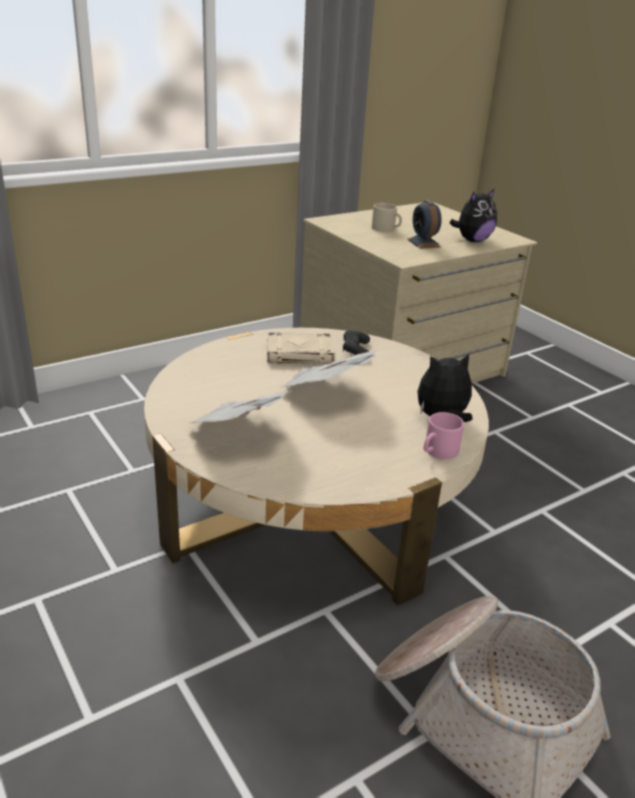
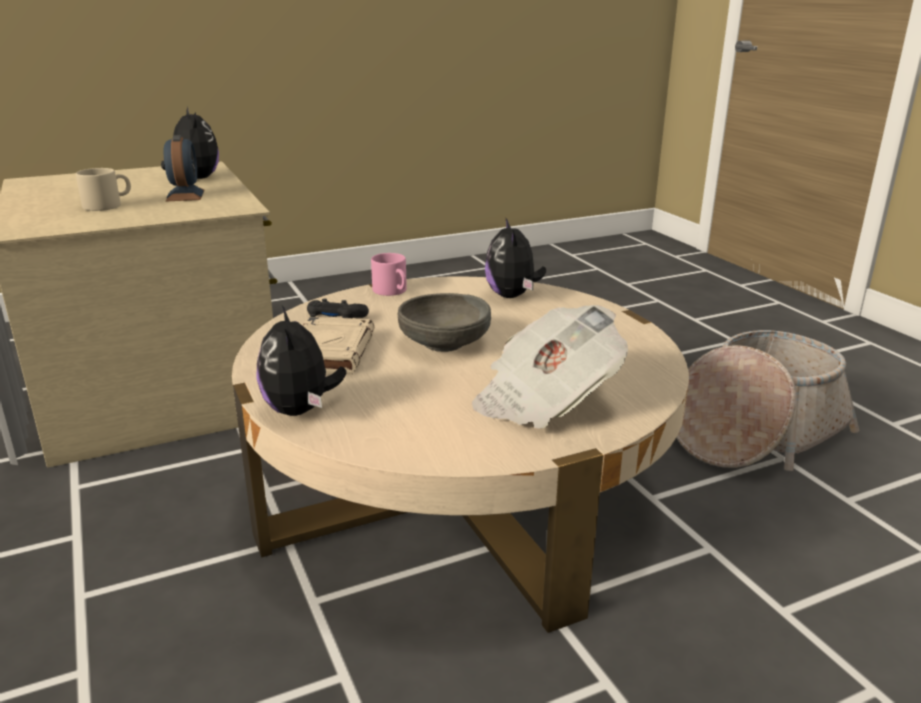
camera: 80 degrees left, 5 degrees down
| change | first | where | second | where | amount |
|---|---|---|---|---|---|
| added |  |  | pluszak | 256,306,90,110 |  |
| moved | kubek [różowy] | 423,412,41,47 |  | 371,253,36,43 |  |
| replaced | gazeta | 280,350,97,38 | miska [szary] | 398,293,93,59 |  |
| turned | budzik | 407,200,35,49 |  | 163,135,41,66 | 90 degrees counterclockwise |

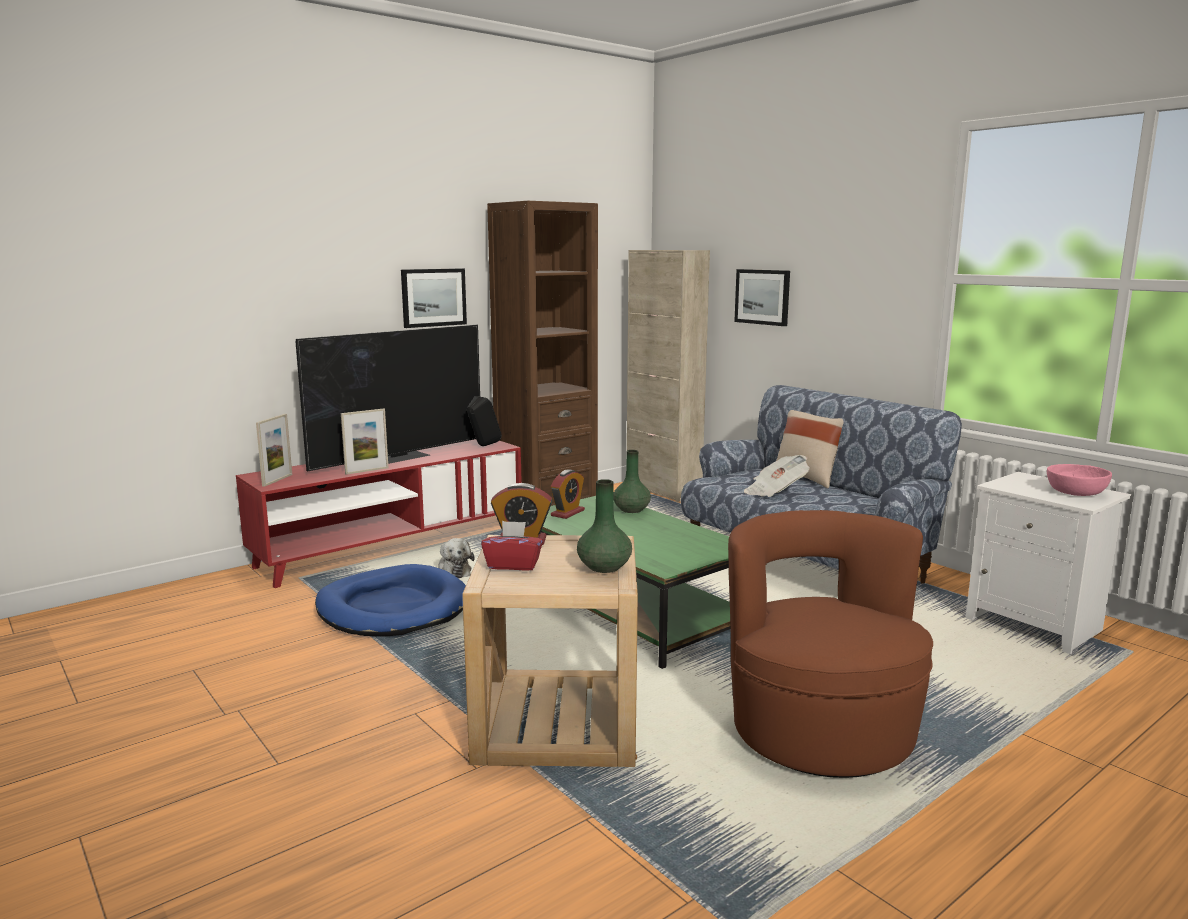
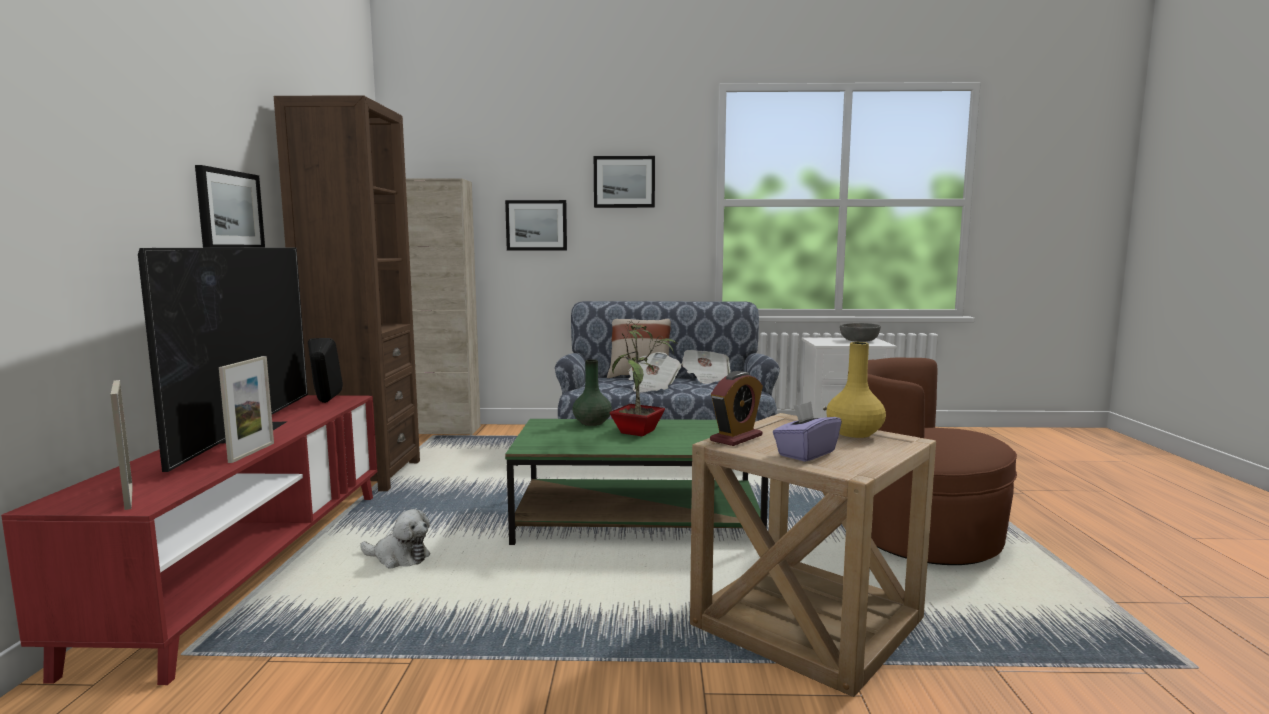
camera: 50 degrees left, 5 degrees down
| change | first | where | second | where | amount |
|---|---|---|---|---|---|
| removed | legowisko [niebieski] | 315,564,151,73 |  |  |  |
| removed | budzik | 551,469,34,50 |  |  |  |
| added |  |  | obraz | 594,156,61,52 |  |
| added |  |  | roślina doniczkowa | 610,321,69,115 |  |
| added |  |  | gazeta | 682,350,48,34 |  |
| recoloured | pudełko chusteczek [czerwony] | 481,521,62,50 | pudełko chusteczek [fioletowy] | 773,401,69,61 |  |
| recoloured | wazon [zielony] | 577,479,55,94 | wazon [żółty] | 826,342,60,96 |  |
| recoloured | miska [różowy] | 1047,464,65,32 | miska [szary] | 840,323,41,19 |  |

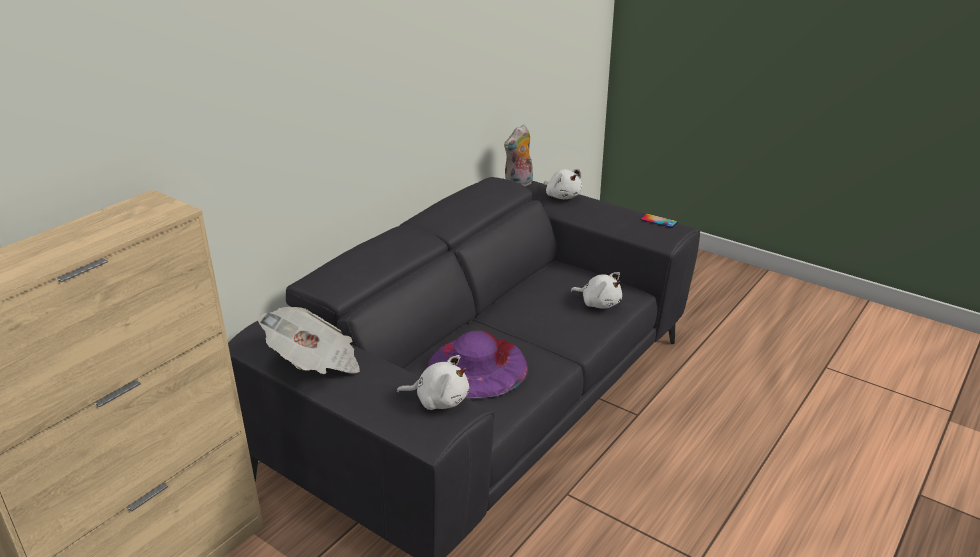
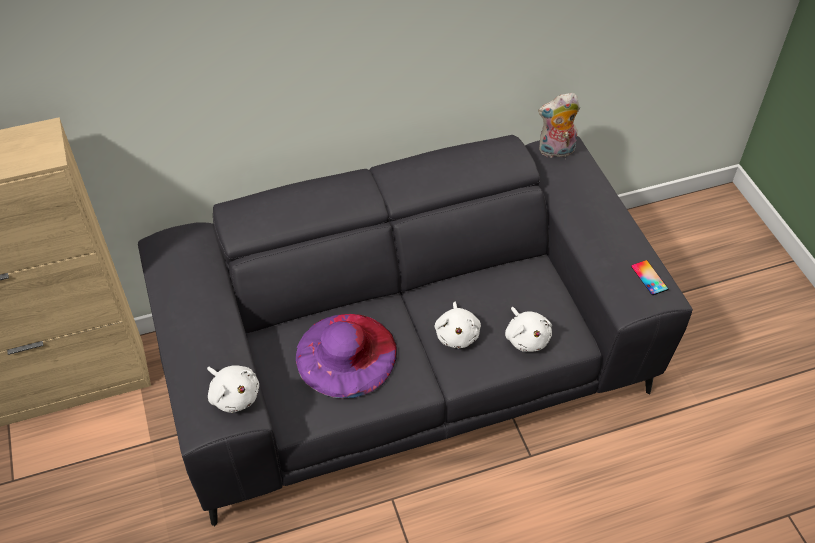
camera: 35 degrees right, 20 degrees up
| change | first | where | second | where | amount |
|---|---|---|---|---|---|
| removed | gazeta | 258,307,102,67 |  |  |  |
| moved | pluszak [biały] | 543,169,39,30 |  | 435,302,46,46 |  |

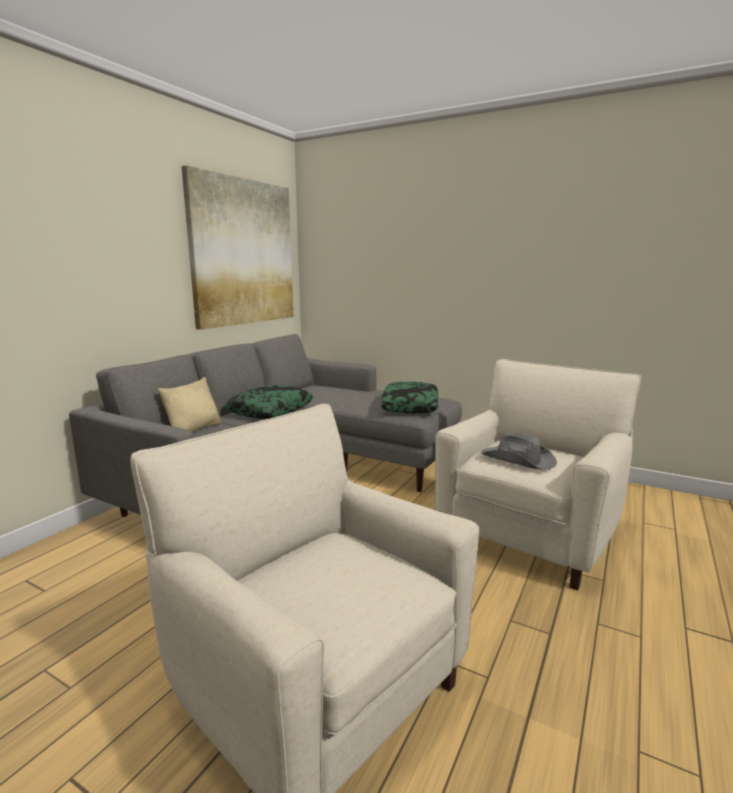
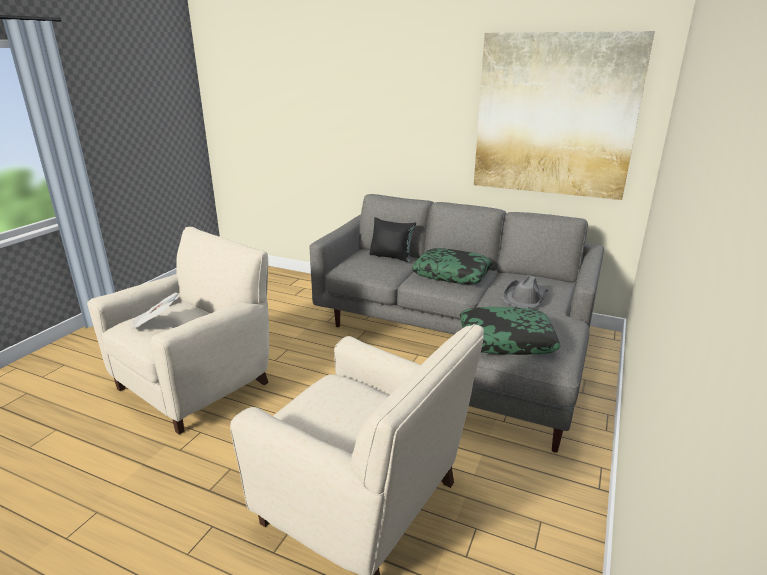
camera: 85 degrees right, 10 degrees up
| change | first | where | second | where | amount |
|---|---|---|---|---|---|
| added |  |  | gazeta | 132,292,47,38 |  |
| moved | kapelusz [szary] | 481,433,76,38 |  | 503,275,45,33 |  |
| recoloured | poduszka [beżowy] | 158,377,63,55 | poduszka [czarny] | 369,217,47,45 |  |

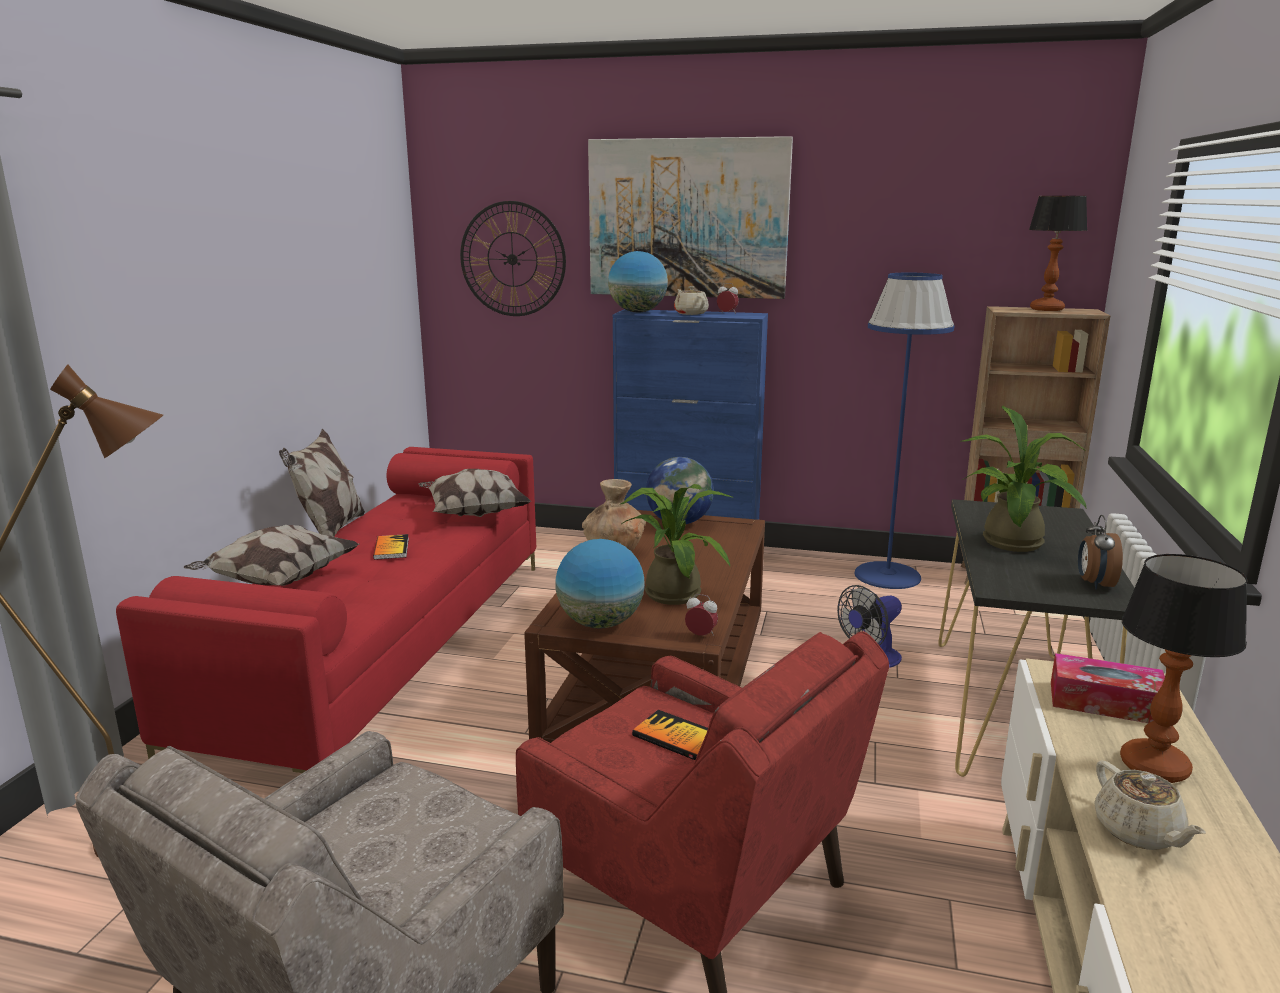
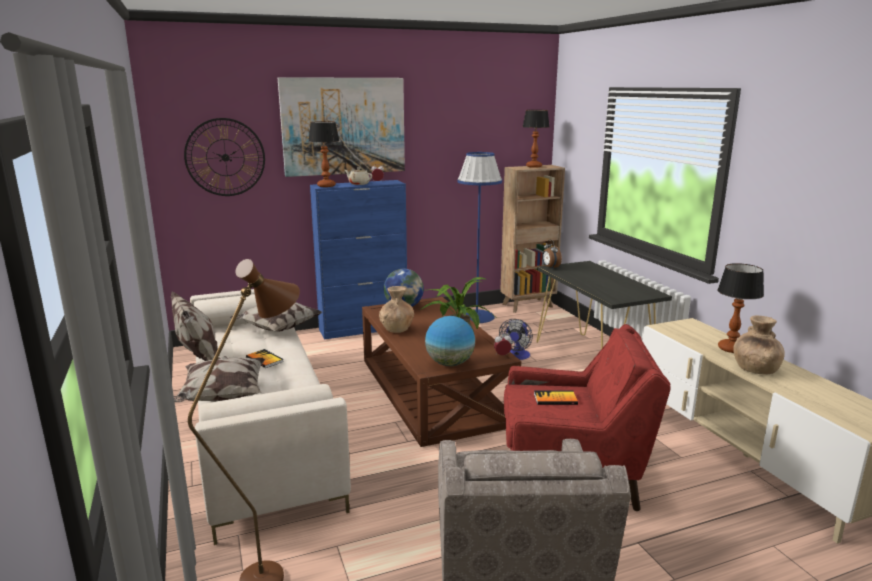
camera: 35 degrees left, 0 degrees up
| change | first | where | second | where | amount |
|---|---|---|---|---|---|
| removed | roślina doniczkowa | 962,406,124,146 |  |  |  |
| removed | pudełko chusteczek | 1051,653,114,70 |  |  |  |
| moved | budzik | 1078,515,45,75 |  | 542,240,20,29 |  |
| replaced | globus | 608,251,60,62 | lampa stołowa | 308,121,31,66 |  |
| replaced | imbryk [beżowy] | 1094,760,112,90 | wazon [brązowy] | 733,316,52,58 |  |
| recoloured | kanapa [czerwony] | 116,447,420,326 | kanapa [beżowy] | 190,289,161,256 |  |

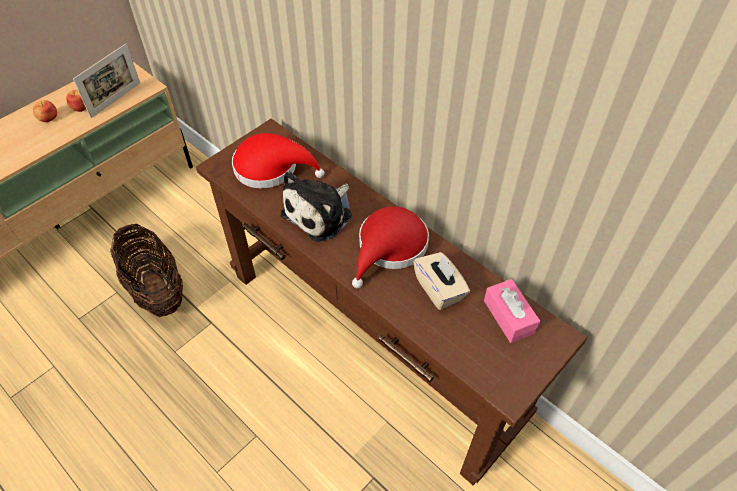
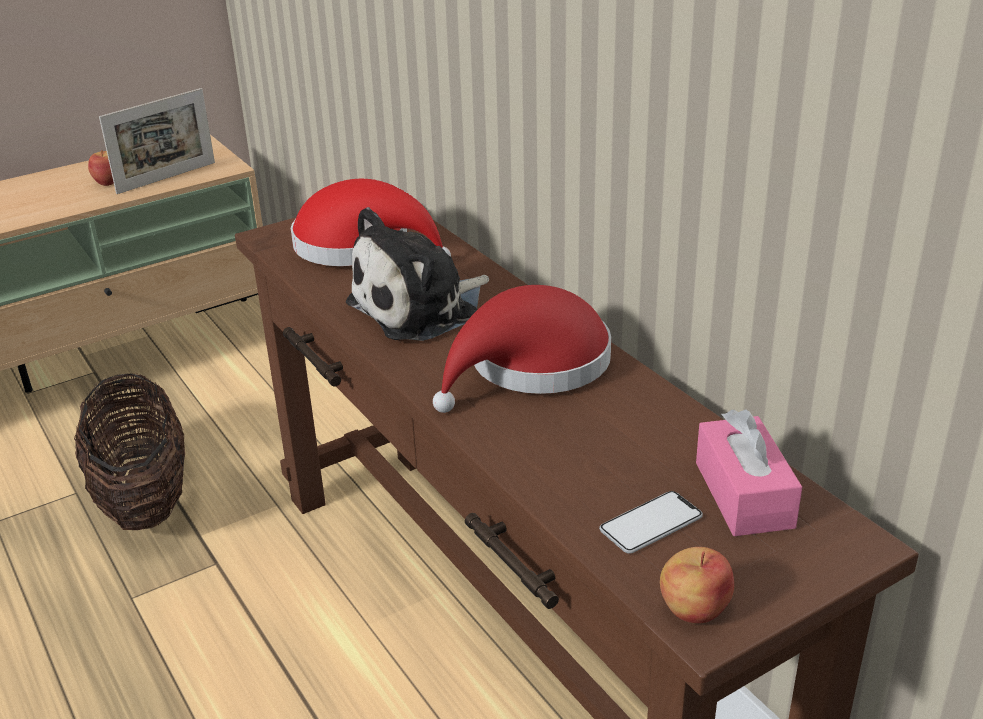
camera: 15 degrees right, 20 degrees down
| change | first | where | second | where | amount |
|---|---|---|---|---|---|
| removed | pudełko chusteczek [beżowy] | 414,252,56,58 |  |  |  |
| added |  |  | telefon | 599,491,104,63 |  |
| moved | jabłko | 33,100,24,22 |  | 660,547,74,77 |  |

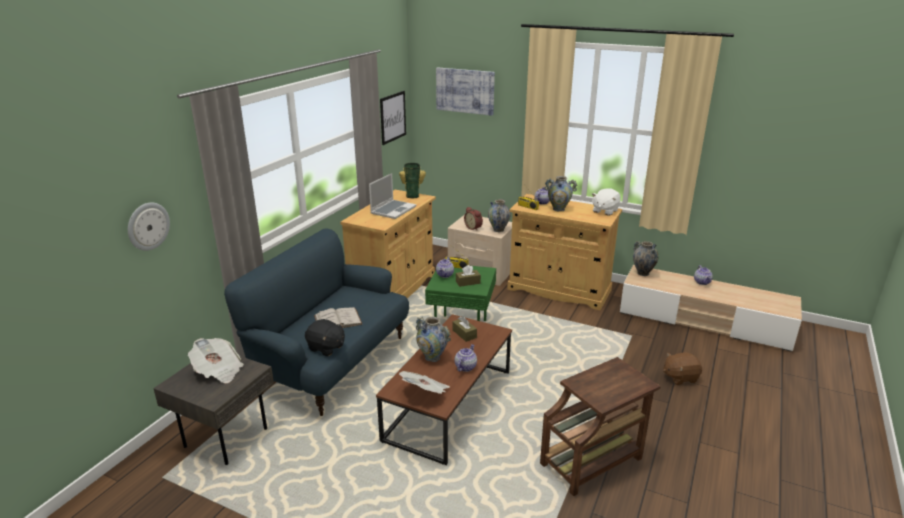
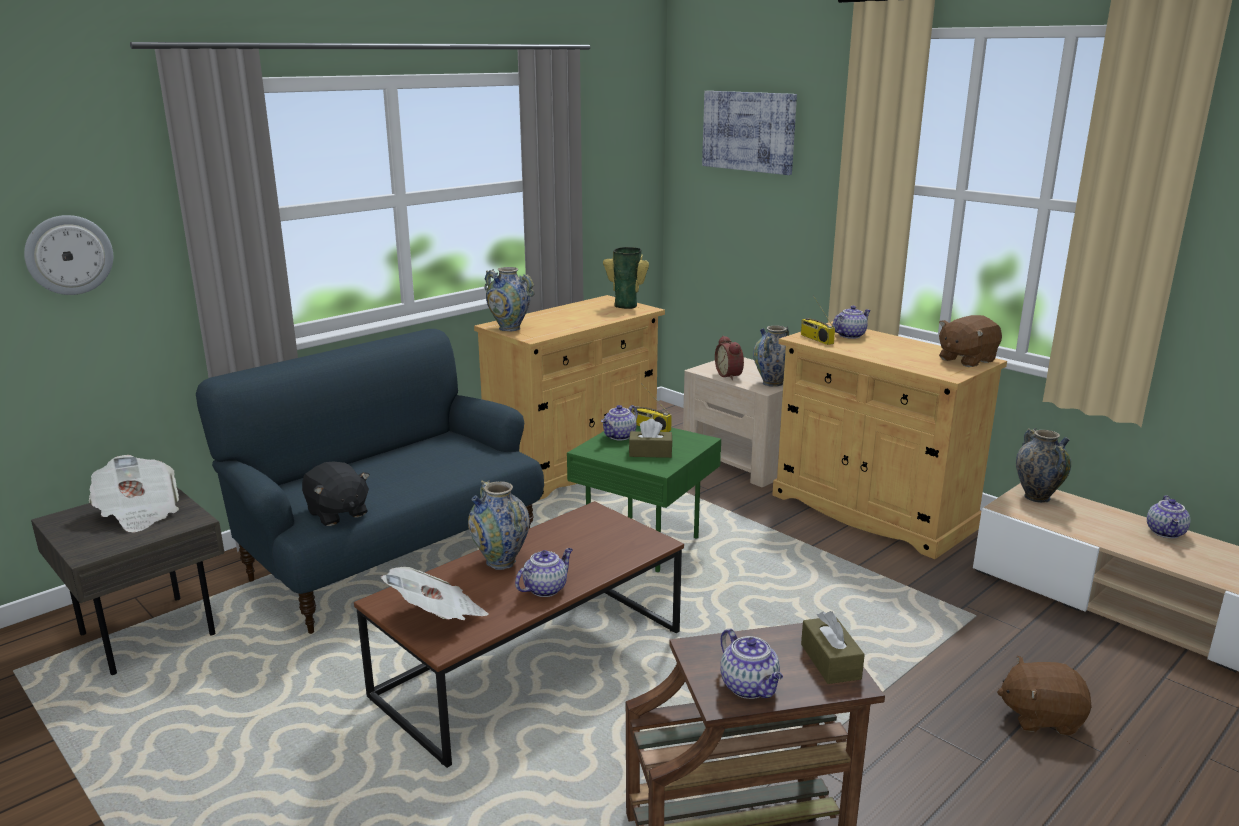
camera: 20 degrees right, 5 degrees down
| change | first | where | second | where | amount |
|---|---|---|---|---|---|
| removed | książka [biały] | 314,307,49,21 |  |  |  |
| removed | laptop | 369,173,48,46 |  |  |  |
| removed | obraz | 380,91,26,54 |  |  |  |
| added |  |  | imbryk | 720,628,63,71 |  |
| moved | pudełko chusteczek [brązowy] | 453,316,24,26 |  | 801,611,64,73 |  |
| moved | wazon | 544,176,33,35 |  | 484,267,50,65 |  |
| recoloured | pluszak [biały] | 592,188,28,28 | pluszak [brązowy] | 939,315,63,52 |  |

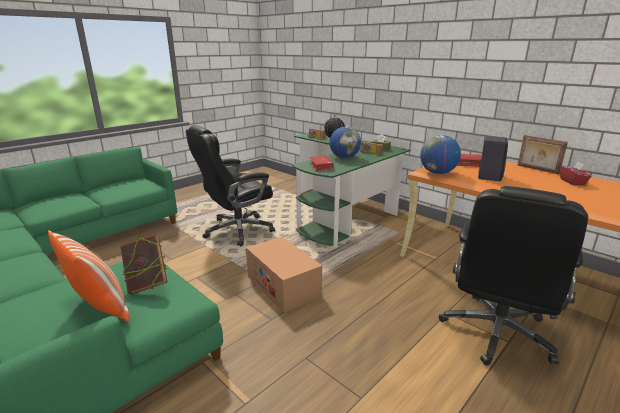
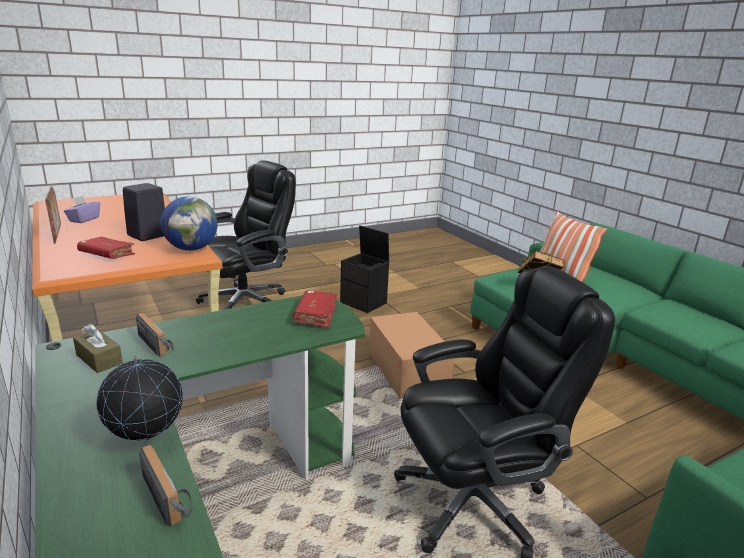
camera: 165 degrees left, 0 degrees up
| change | first | where | second | where | amount |
|---|---|---|---|---|---|
| removed | globus | 330,127,31,32 |  |  |  |
| added |  |  | pojemnik do przechowywania [czarny] | 340,225,49,88 |  |
| recoloured | pudełko chusteczek [czerwony] | 560,162,31,23 | pudełko chusteczek [fioletowy] | 64,196,36,27 |  |

